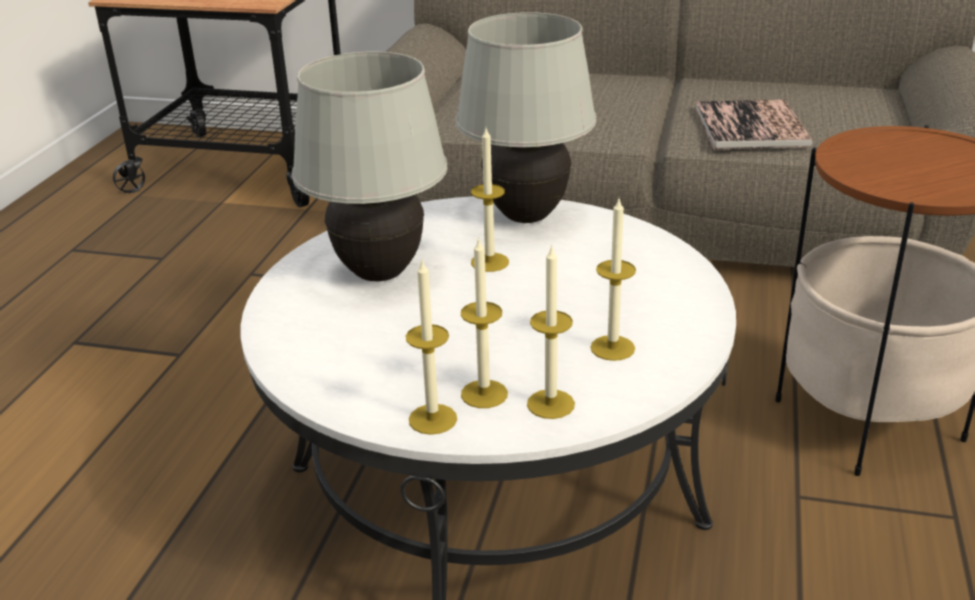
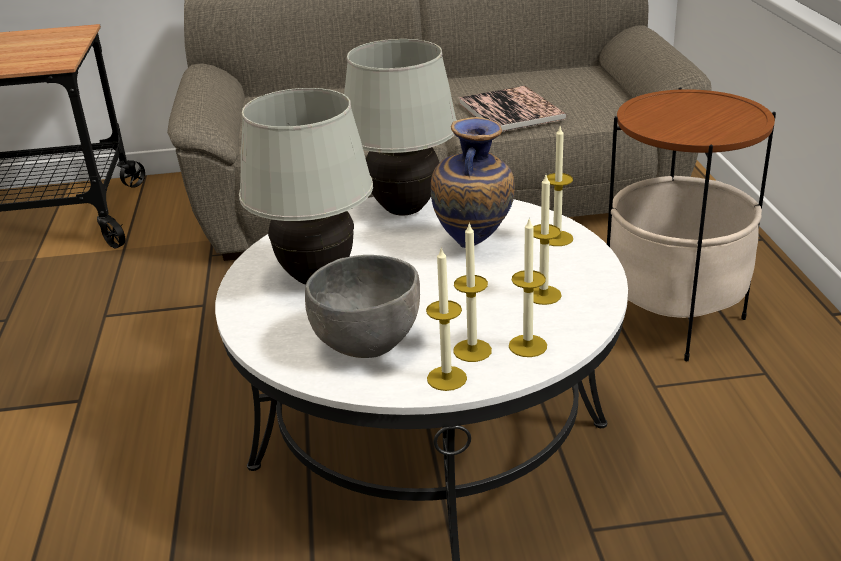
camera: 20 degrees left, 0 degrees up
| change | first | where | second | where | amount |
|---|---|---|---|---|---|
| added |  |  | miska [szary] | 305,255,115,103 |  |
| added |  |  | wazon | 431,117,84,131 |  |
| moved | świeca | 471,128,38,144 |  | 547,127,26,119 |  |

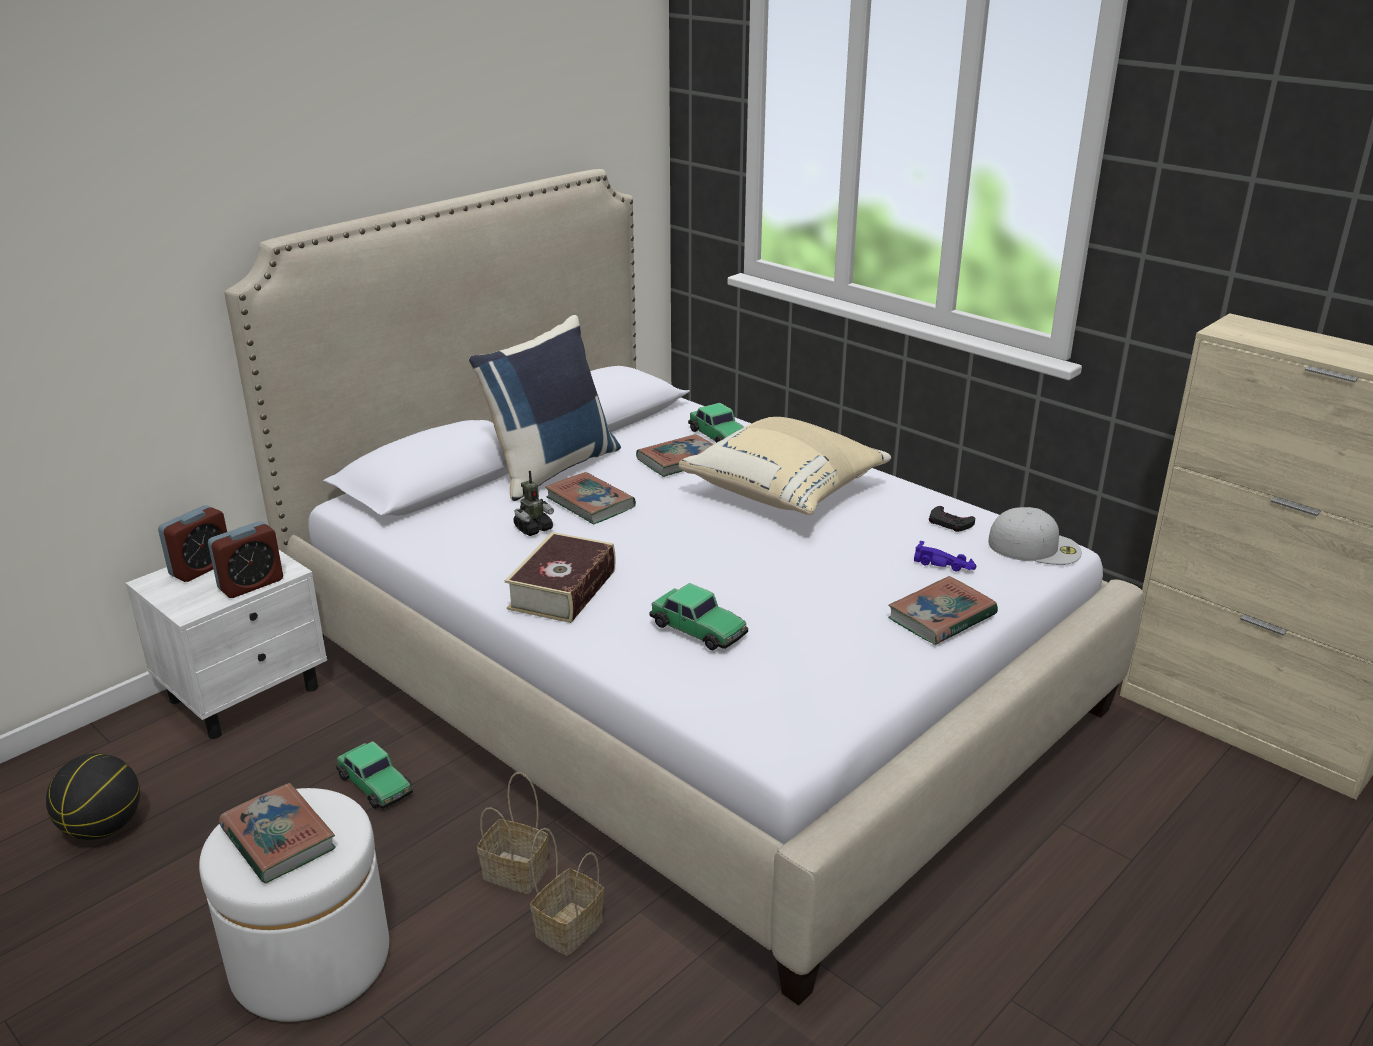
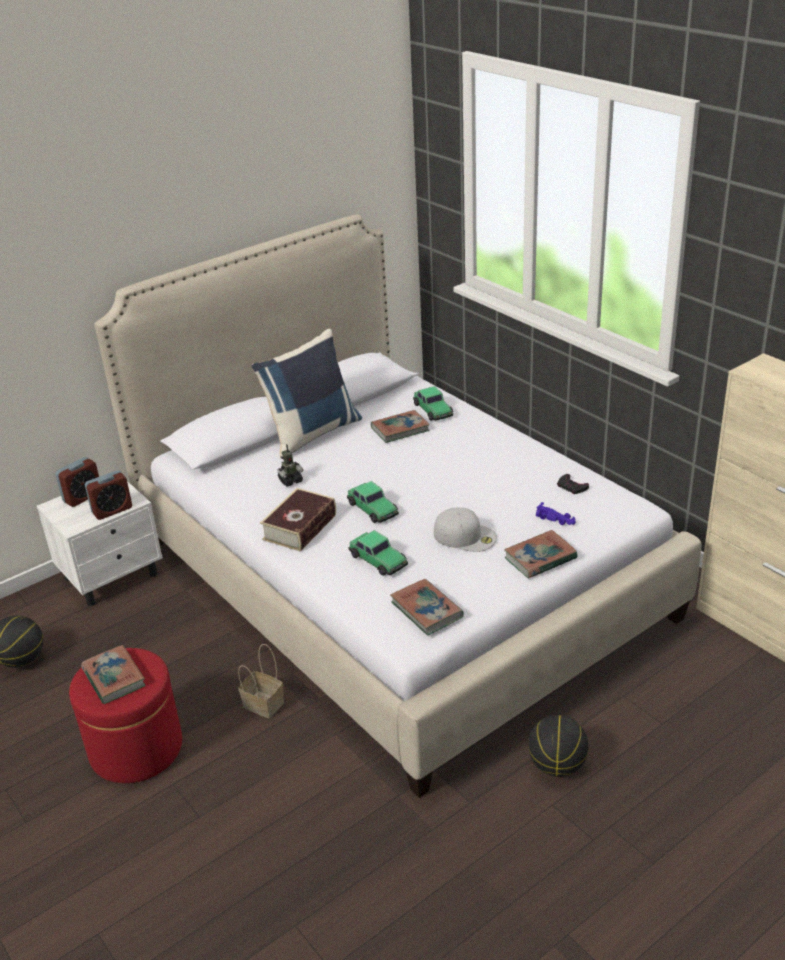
camera: 10 degrees right, 5 degrees up
| change | first | where | second | where | amount |
|---|---|---|---|---|---|
| removed | koszyk | 530,828,74,128 |  |  |  |
| removed | poduszka [beżowy] | 679,417,212,98 |  |  |  |
| added |  |  | piłka do koszykówki | 528,715,61,62 |  |
| moved | samochodzik | 336,741,77,68 |  | 347,481,52,42 |  |
| moved | książka | 545,472,91,52 |  | 390,579,74,57 |  |
| moved | czapka z daszkiem [biały] | 988,507,94,58 |  | 434,508,63,44 |  |
| recoloured | pufa [biały] | 199,788,190,234 | pufa [czerwony] | 69,648,113,135 |  |

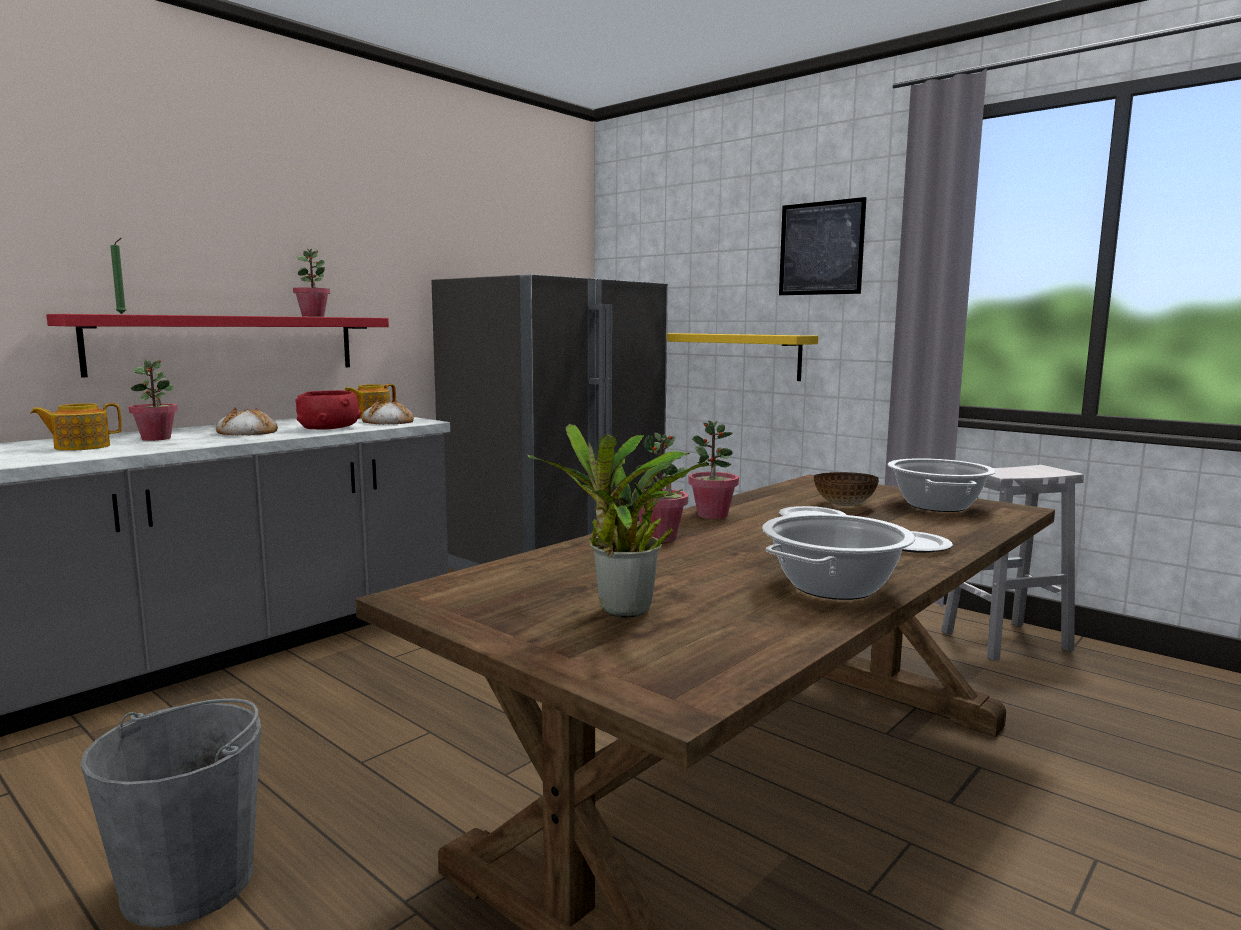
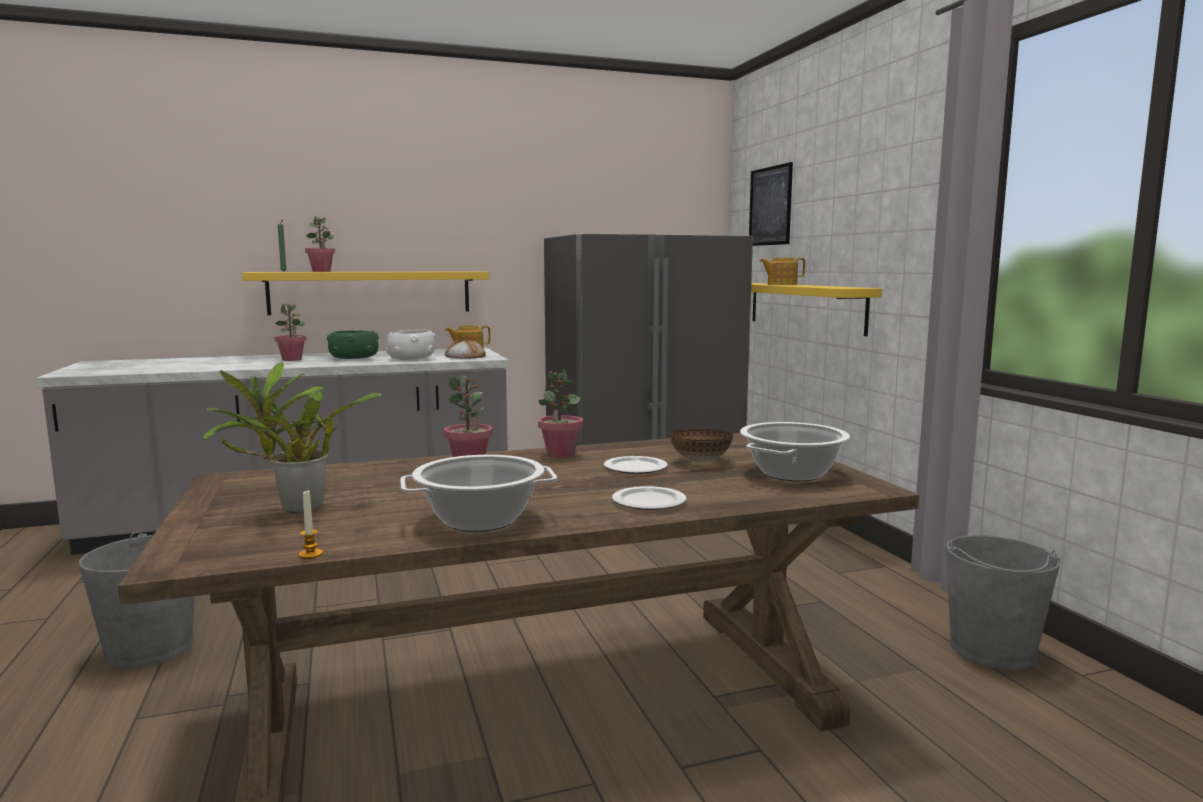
camera: 30 degrees right, 0 degrees up
| change | first | where | second | where | amount |
|---|---|---|---|---|---|
| added |  |  | świeca | 299,491,24,68 |  |
| moved | imbryk | 30,403,92,48 |  | 759,258,46,27 |  |
| moved | roślina doniczkowa | 293,249,37,68 |  | 305,216,30,56 |  |
| moved | obraz | 779,197,88,98 |  | 749,162,44,84 |  |
| replaced | chleb | 216,407,62,28 | miska [zielony] | 327,331,52,28 |  |
| replaced | stołek [biały] | 941,465,143,196 | wiadro [szary] | 946,535,114,135 |  |
| recoloured | półka [czerwony] | 46,314,343,63 | półka [żółty] | 242,271,247,44 |  |
| recoloured | miska [czerwony] | 295,390,67,40 | miska [biały] | 386,330,49,30 |  |

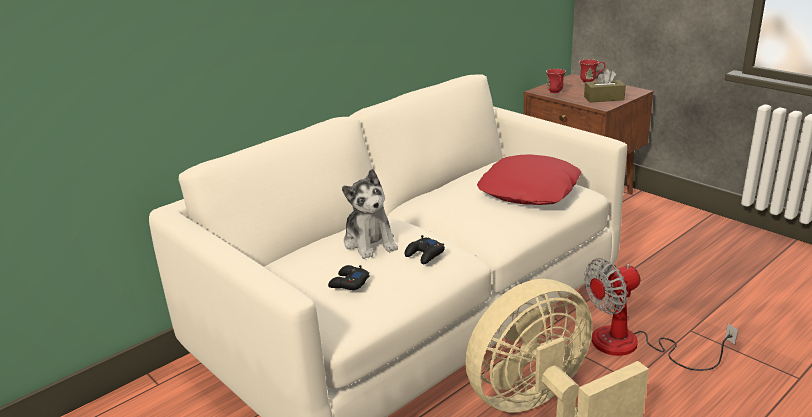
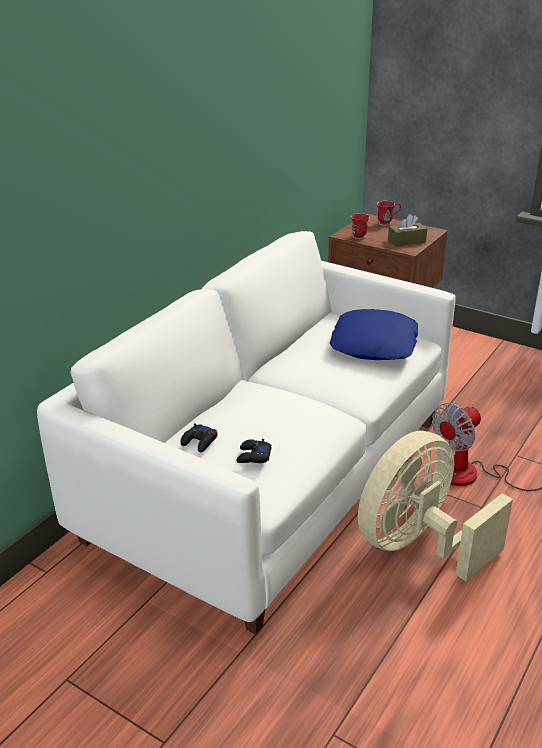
camera: 15 degrees left, 5 degrees up
| change | first | where | second | where | amount |
|---|---|---|---|---|---|
| removed | pluszak | 342,169,56,90 |  |  |  |
| moved | pad do gier [czarny] | 404,235,41,29 |  | 180,423,38,29 |  |
| recoloured | poduszka [czerwony] | 477,154,105,51 | poduszka [niebieski] | 330,309,88,51 |  |

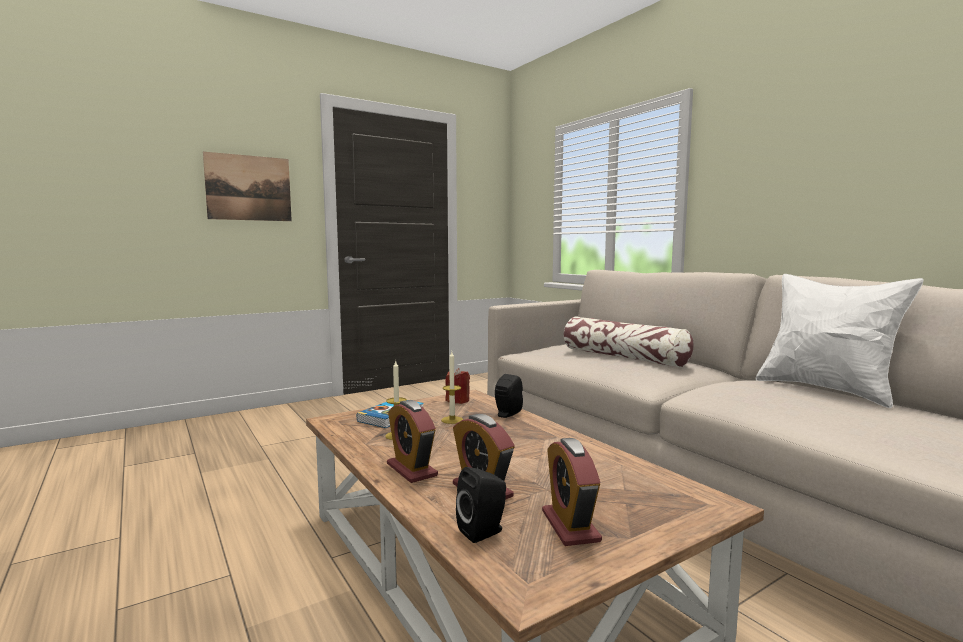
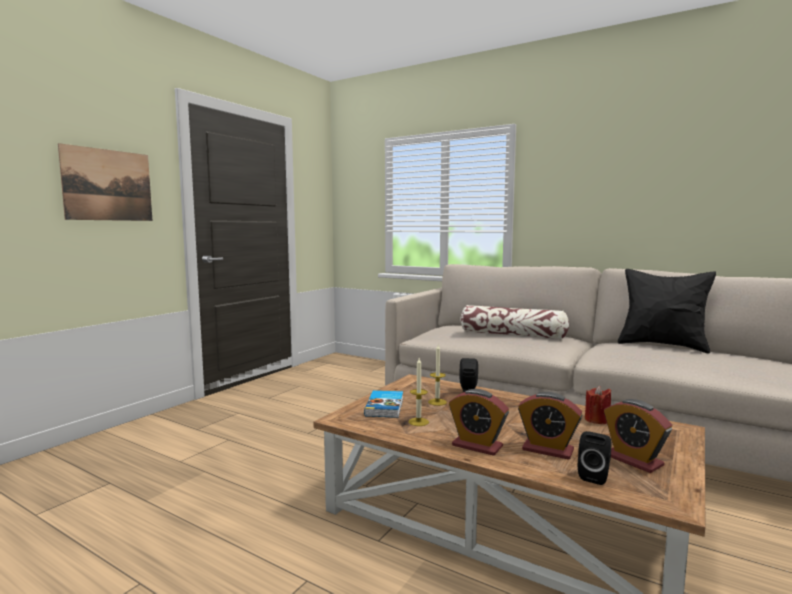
camera: 25 degrees left, 0 degrees up
| change | first | where | second | where | amount |
|---|---|---|---|---|---|
| moved | świeca [czerwony] | 445,368,25,36 |  | 585,386,26,38 |  |
| recoloured | poduszka [biały] | 756,274,168,134 | poduszka [czarny] | 618,269,98,84 |  |

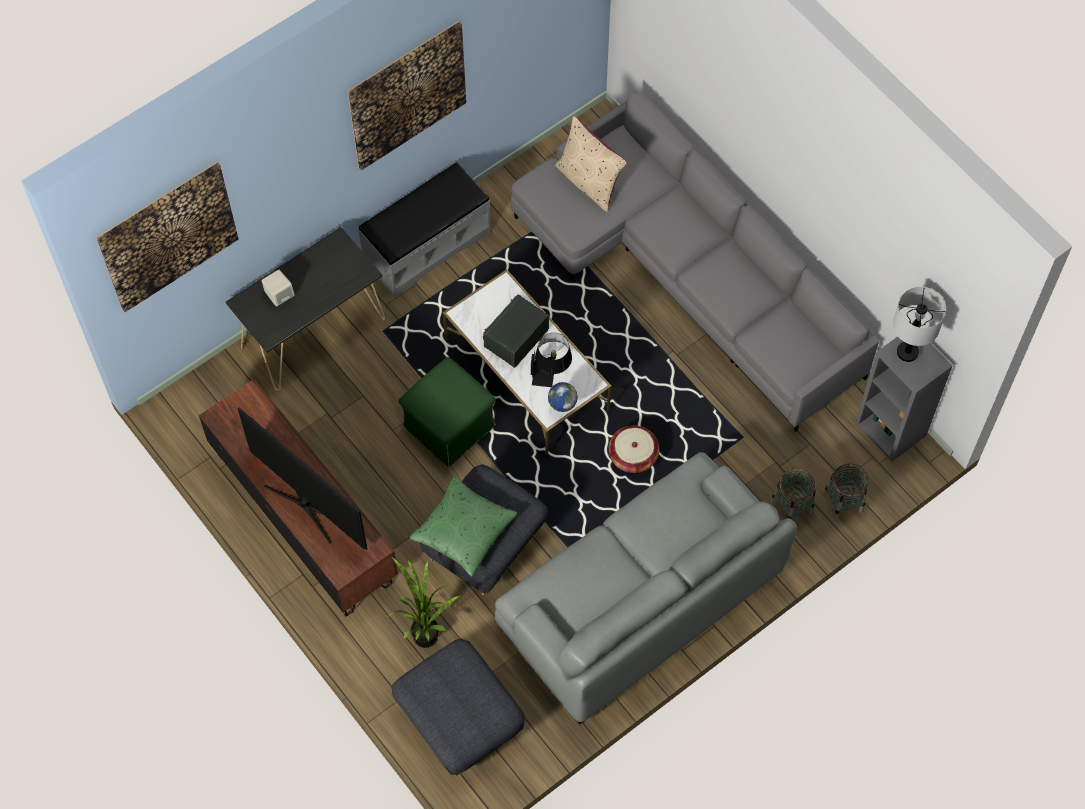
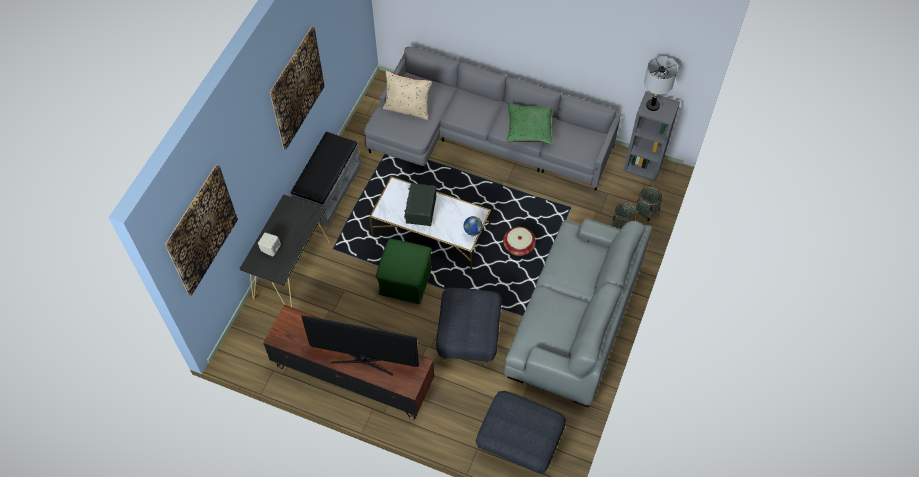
camera: 30 degrees left, 5 degrees down
| change | first | where | second | where | amount |
|---|---|---|---|---|---|
| removed | roślina doniczkowa | 387,558,72,90 |  |  |  |
| removed | lampa stołowa [czarny] | 531,333,41,54 |  |  |  |
| moved | poduszka [zielony] | 410,476,107,101 |  | 507,103,45,41 |  |

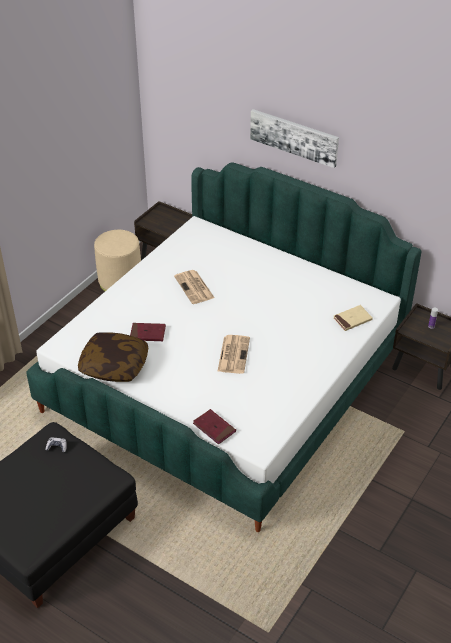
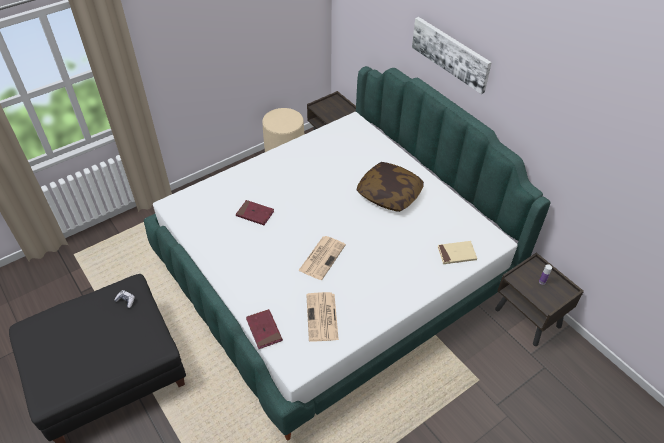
camera: 20 degrees right, 5 degrees up
| change | first | where | second | where | amount |
|---|---|---|---|---|---|
| moved | poduszka | 78,332,70,50 |  | 357,162,67,50 |  |
| moved | gazeta | 174,270,40,34 |  | 306,292,33,50 |  |

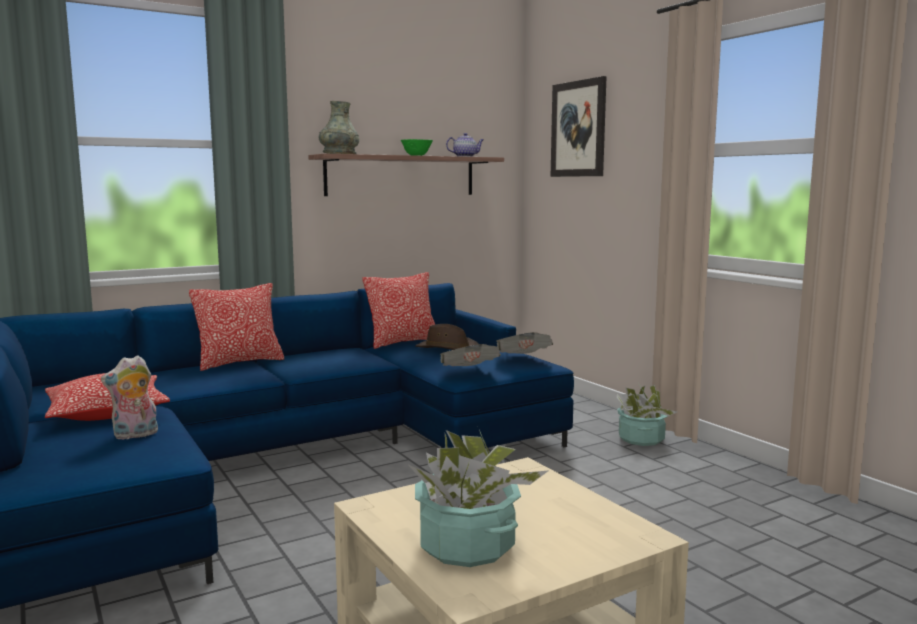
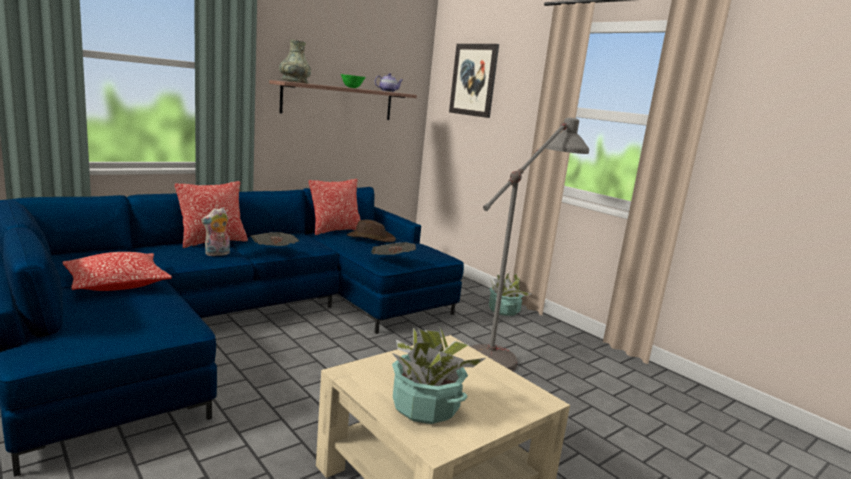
camera: 10 degrees left, 5 degrees up
| change | first | where | second | where | amount |
|---|---|---|---|---|---|
| added |  |  | lampa stojąca [szary] | 470,118,119,253 |  |
| moved | pluszak | 101,355,57,85 |  | 201,208,29,48 |  |
| moved | gazeta | 496,332,58,22 |  | 250,232,49,14 |  |

